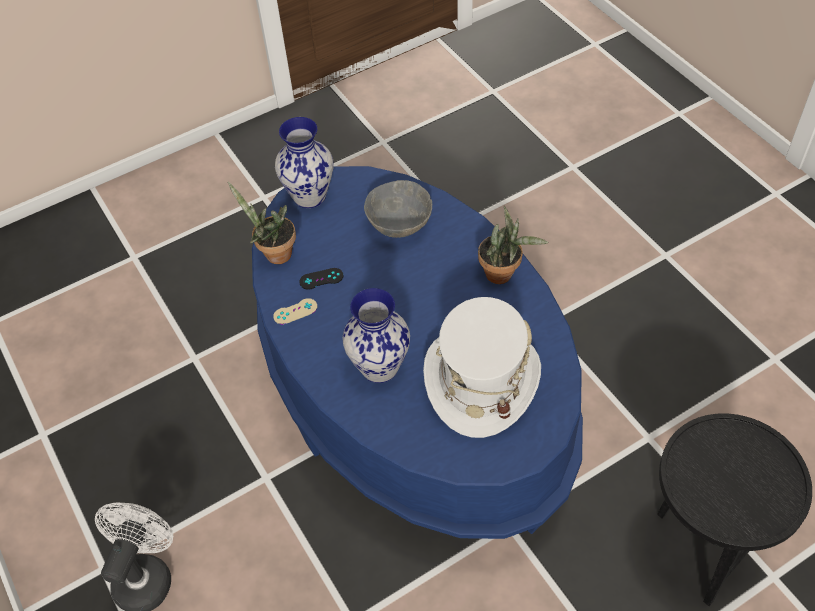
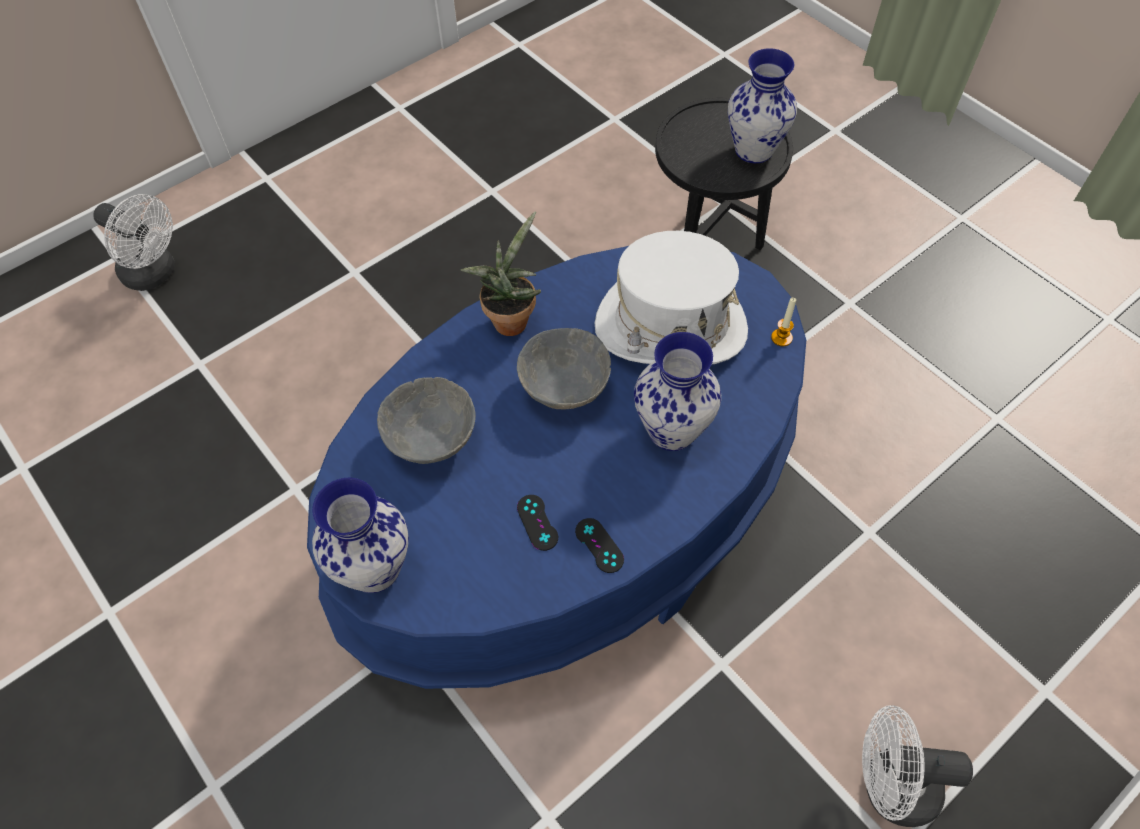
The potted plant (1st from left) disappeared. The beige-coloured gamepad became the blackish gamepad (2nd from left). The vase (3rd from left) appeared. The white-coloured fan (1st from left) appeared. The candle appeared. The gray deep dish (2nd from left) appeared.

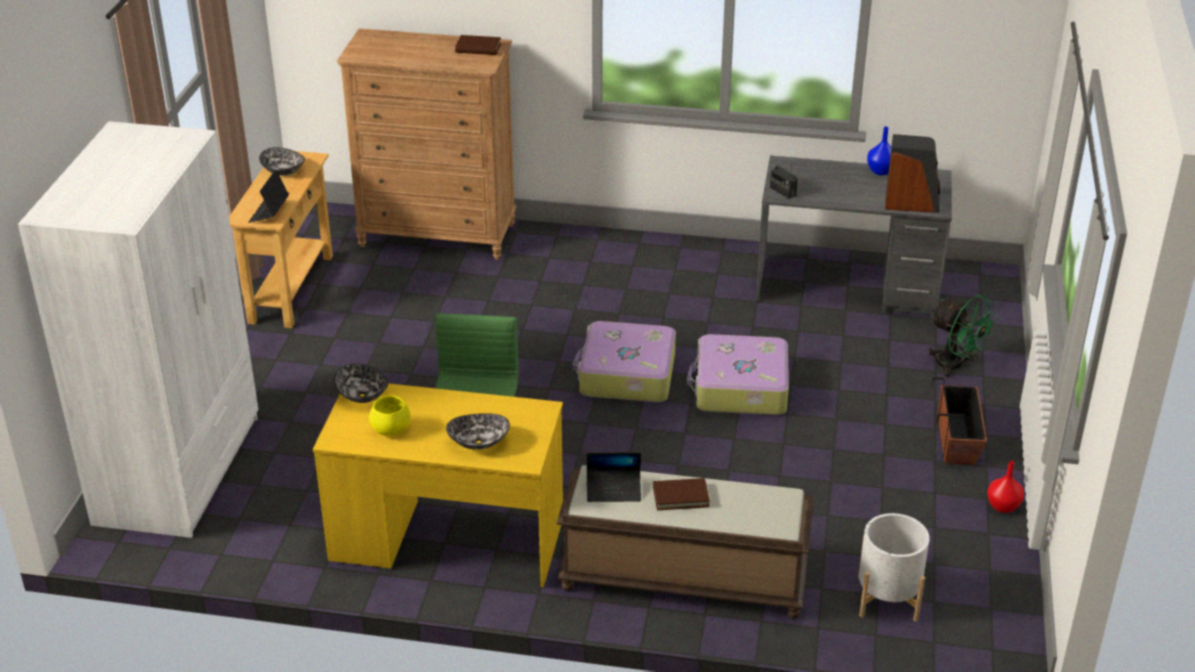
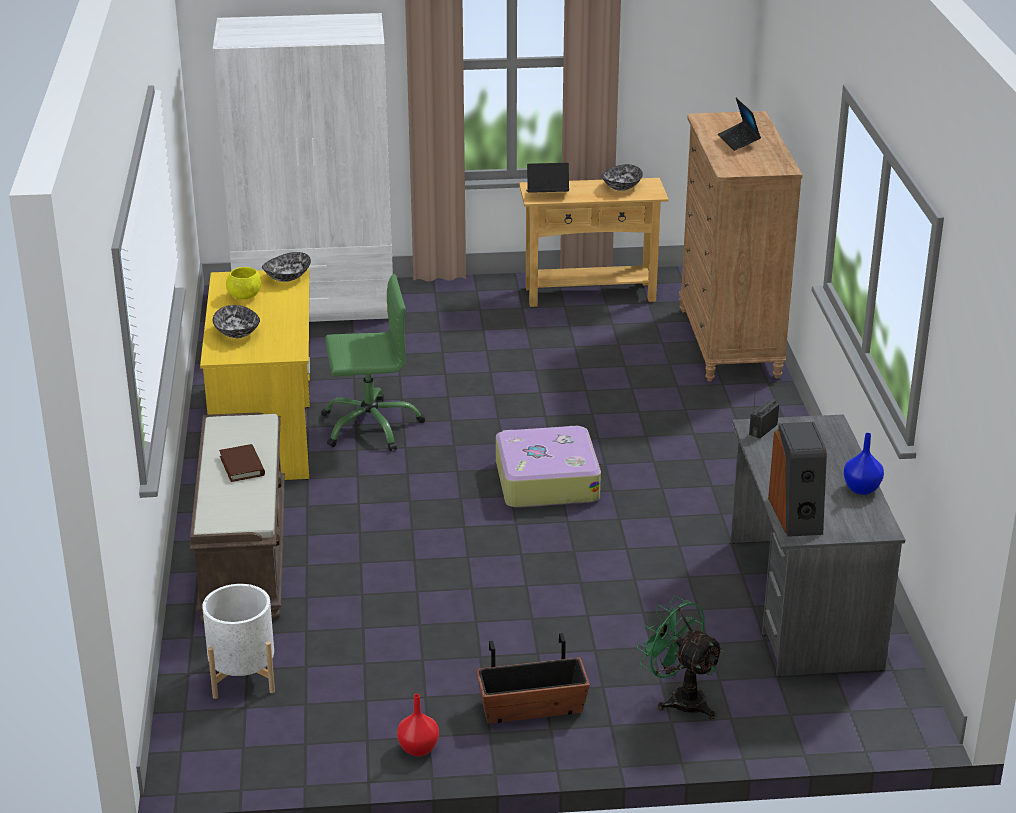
The brown volume (1st from left) disappeared. The green-coloured fan turned 105 degrees clockwise. The suitcase (2nd from left) disappeared. The laptop (2nd from left) moved.

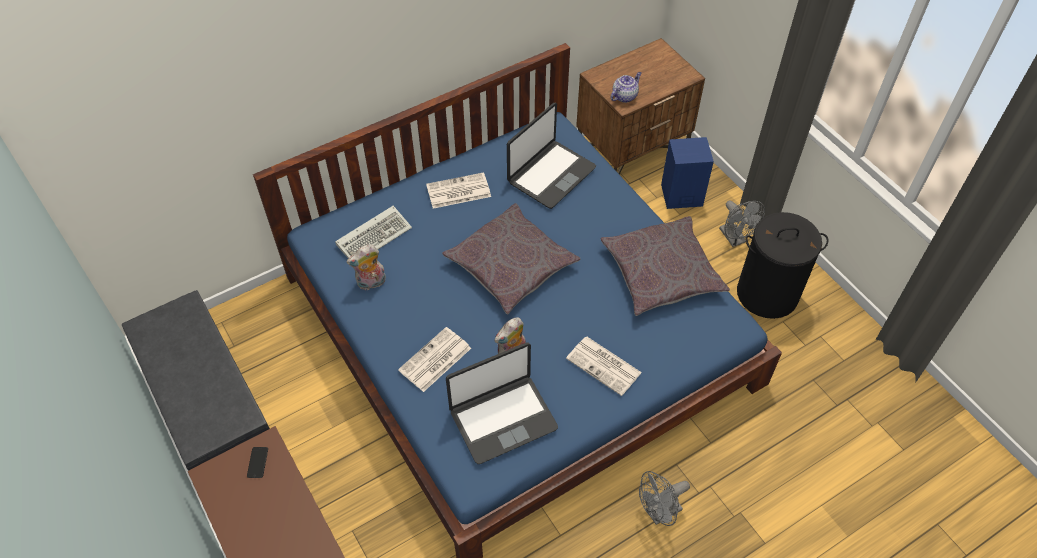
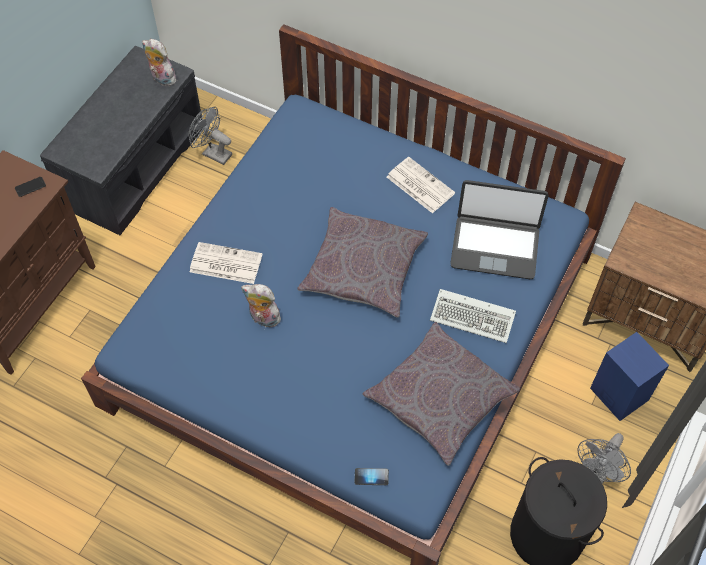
The tea pot disappeared. The computer keyboard moved. The cuddly toy (1st from left) moved. The printed paper (3rd from left) disappeared. The laptop (1st from left) disappeared. The gray fan (1st from left) moved. The telephone (2nd from left) appeared.

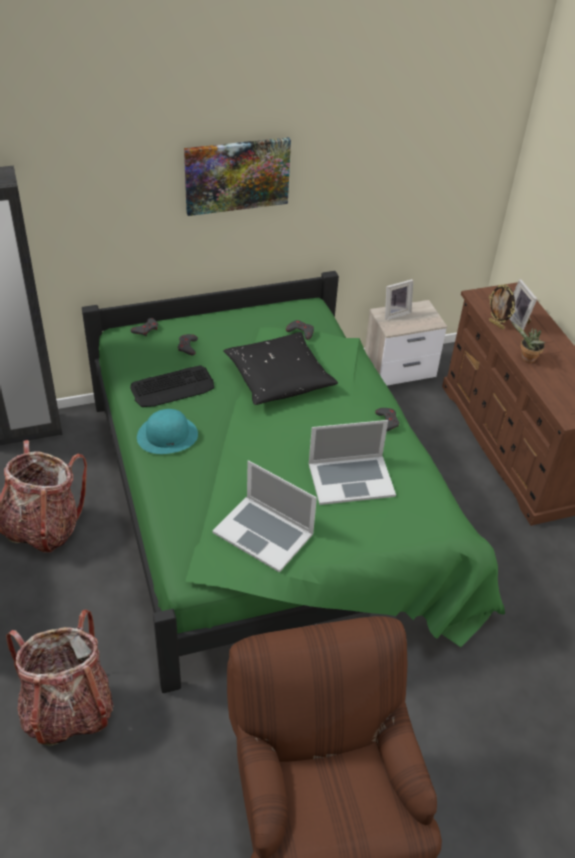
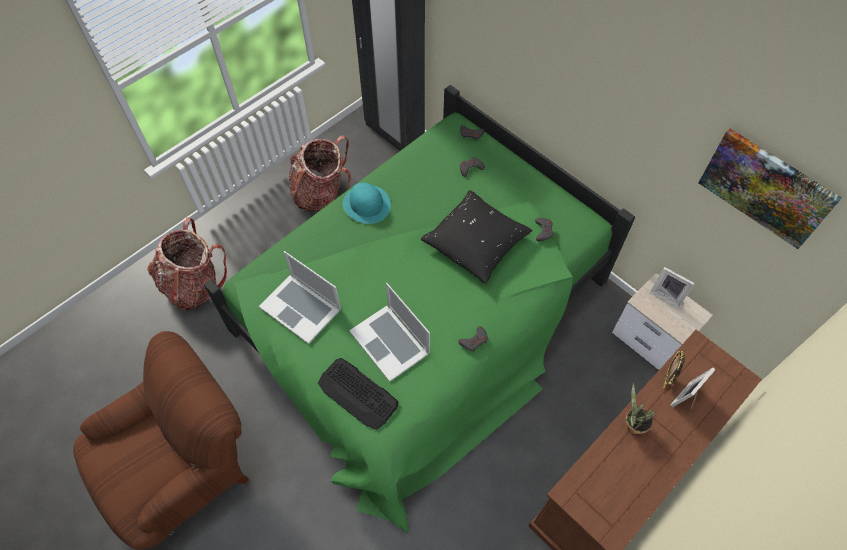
The wall picture moved. The computer keyboard moved. The laptop (1st from left) turned 60 degrees counterclockwise.

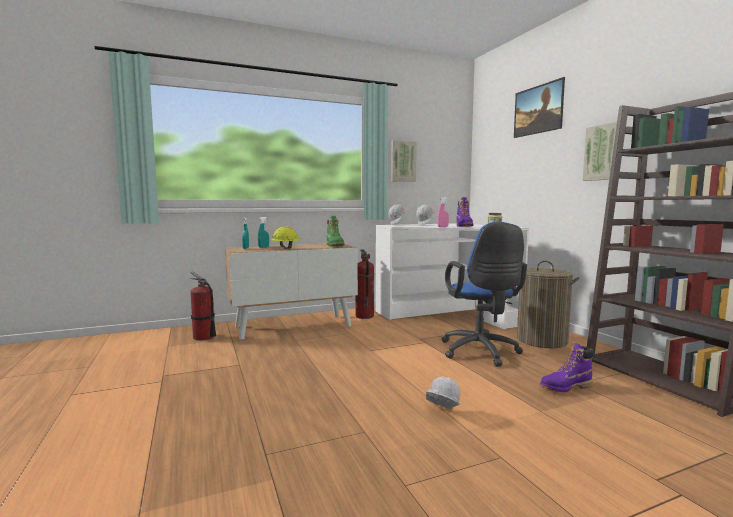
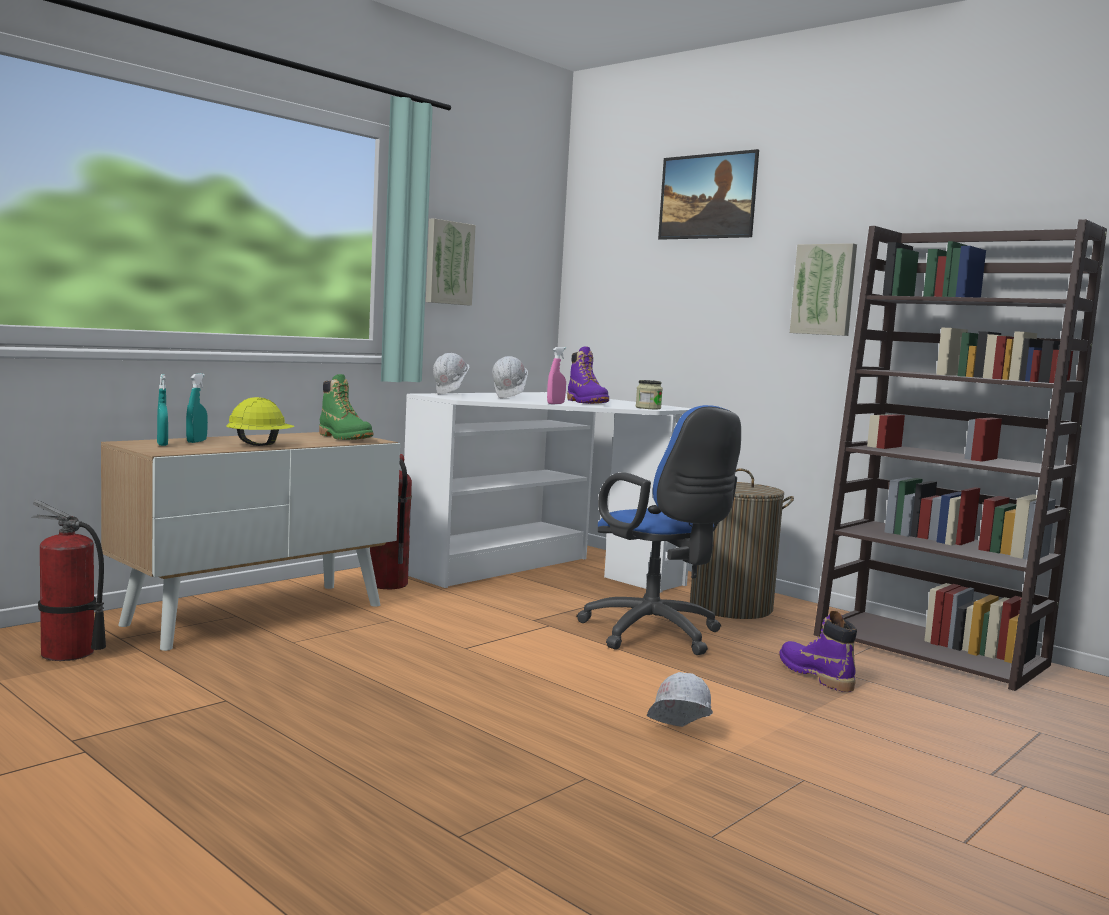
The purple-coloured tall boot (2nd from left) turned 105 degrees clockwise.

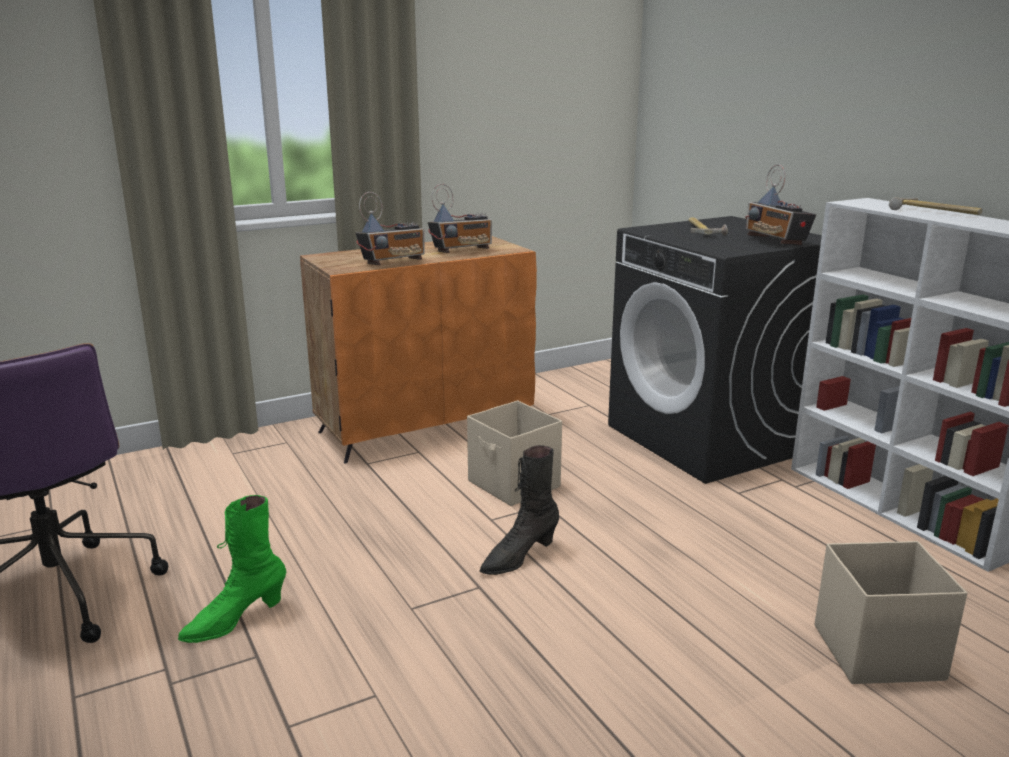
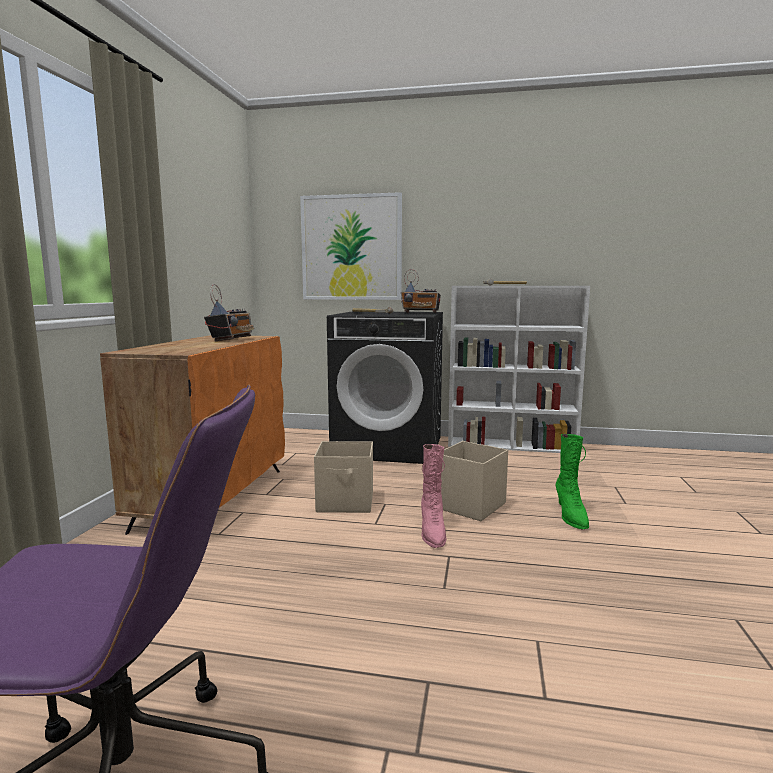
The radio set (1st from left) disappeared. The blackish tall boot became the pink tall boot. The green-coloured tall boot moved. The beige-coloured storage bin (2nd from left) moved. The wall picture appeared.

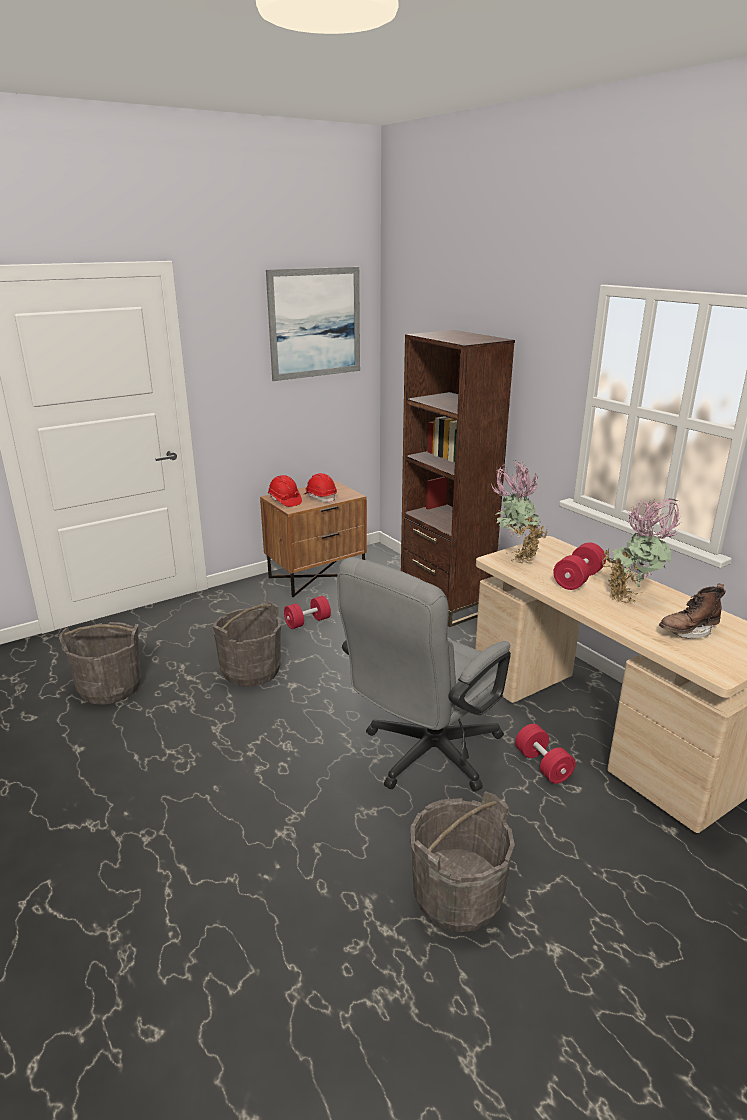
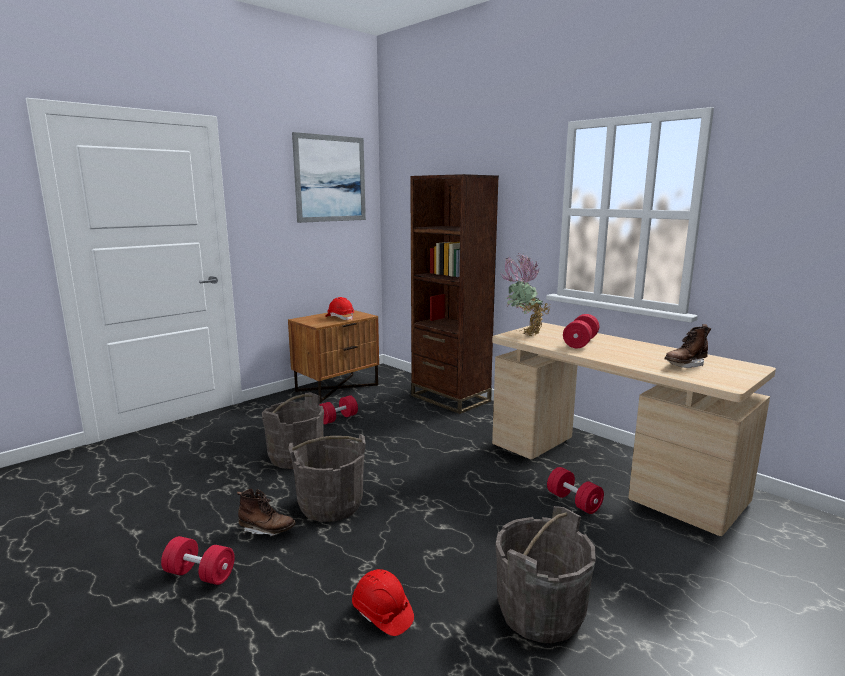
The red-coloured work helmet (1st from left in the first image) moved. The potted plant (2nd from left) disappeared. The gray computer chair disappeared. The gray bucket (1st from left in the first image) moved. The brown tall boot (1st from left) appeared. The red-coloured hand weight (1st from left) appeared.

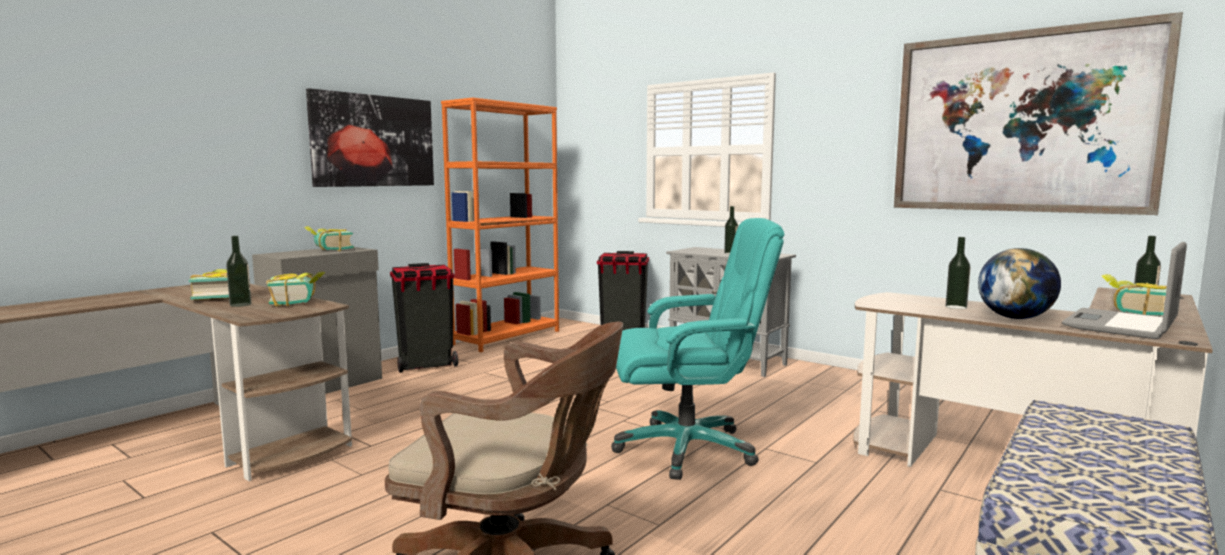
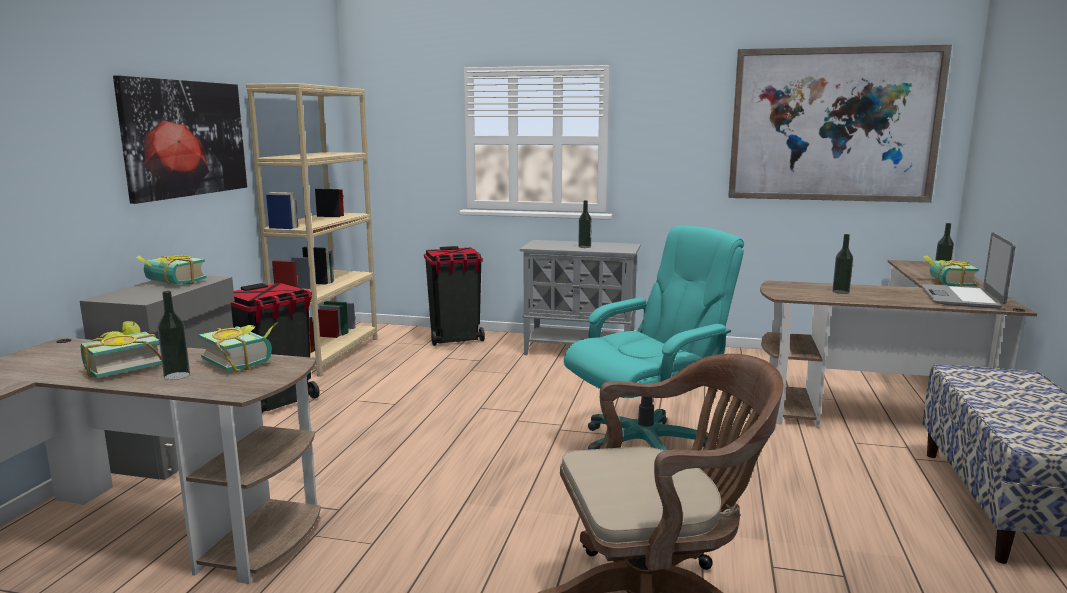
The orange shelving unit became the beige-coloured shelving unit. The world globe disappeared.

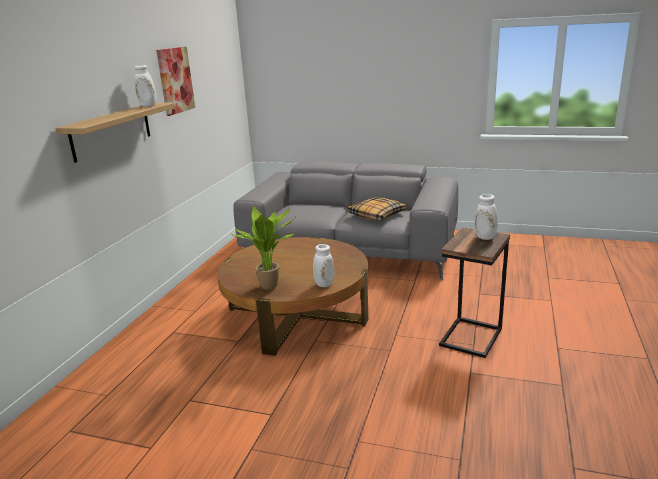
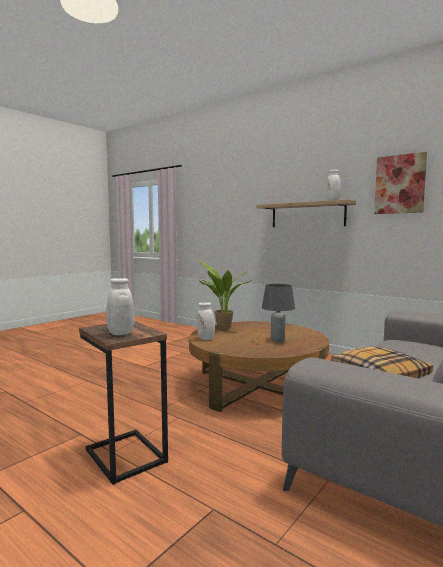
The gray tabletop lamp appeared.

